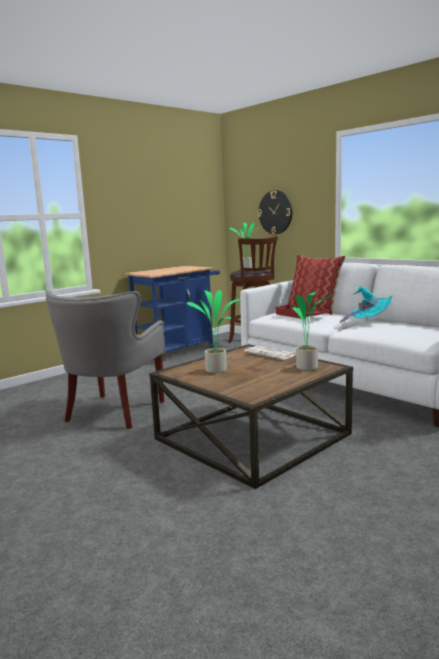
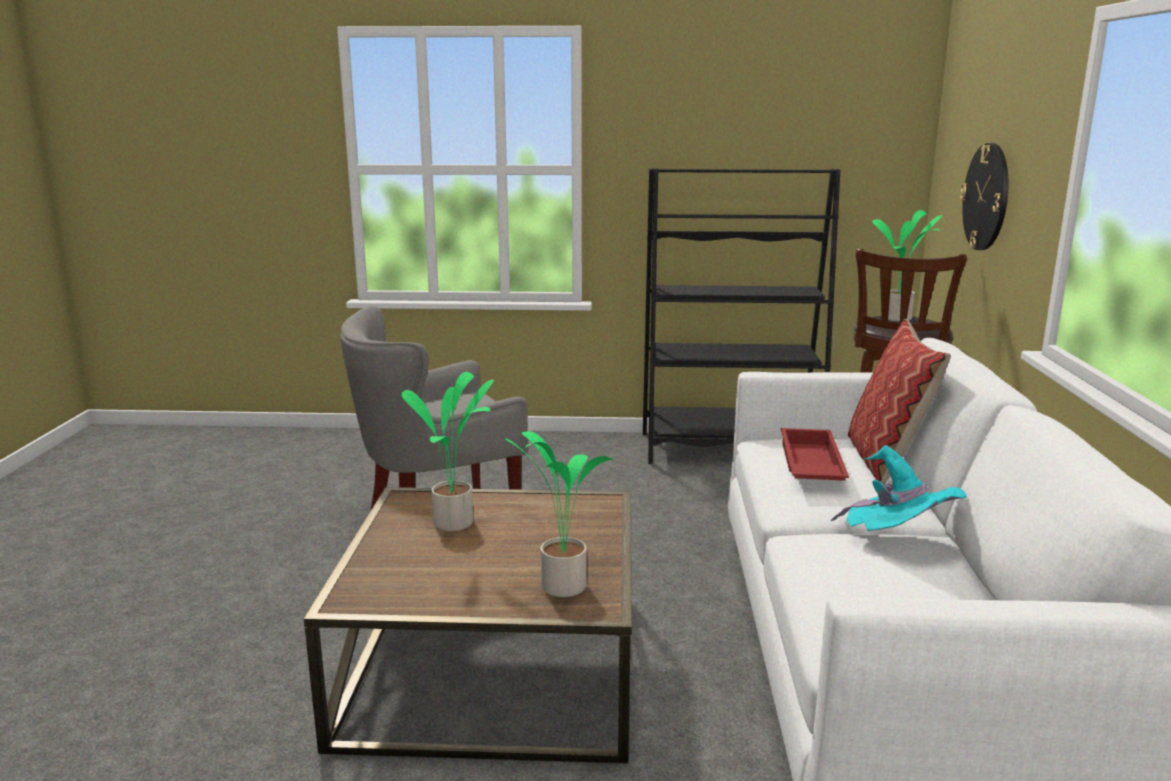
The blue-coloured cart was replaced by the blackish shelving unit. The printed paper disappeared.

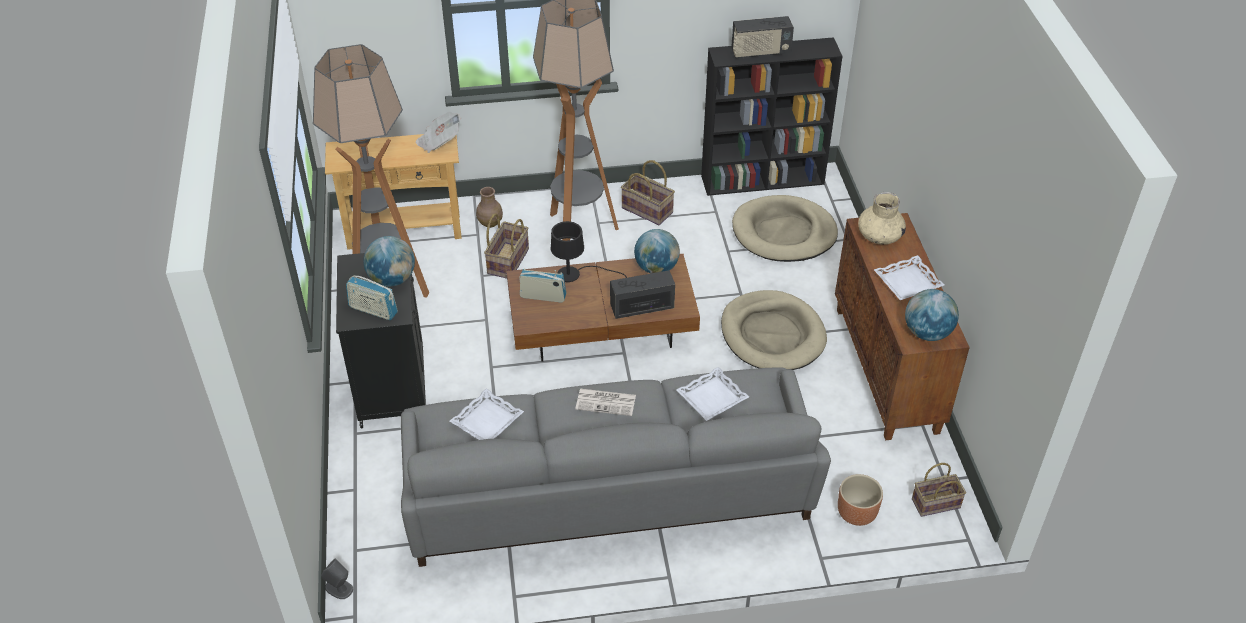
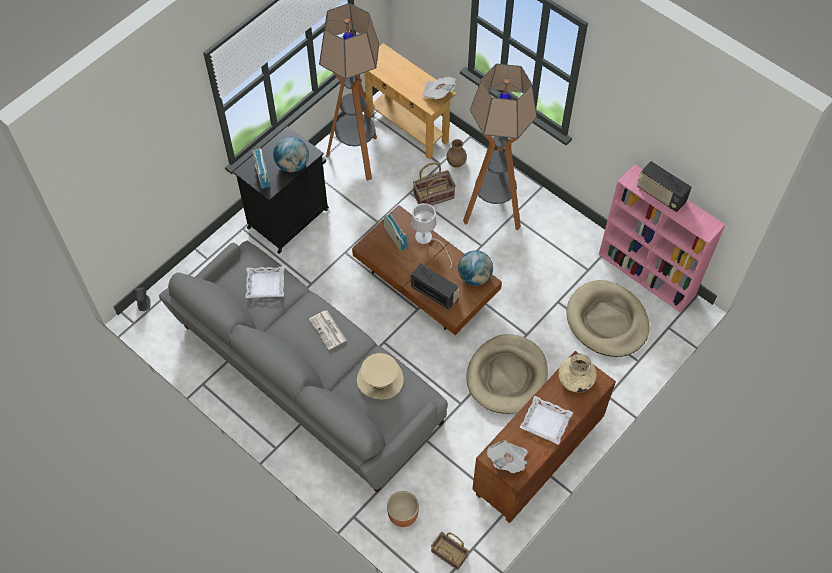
The blackish shelving unit became the pink shelving unit. The storage basket (2nd from left) disappeared. The blackish tabletop lamp became the white-coloured tabletop lamp. The world globe (3rd from left) was replaced by the printed paper (3rd from left). The white-coloured tray (2nd from left) was replaced by the beige-coloured clothing hat.

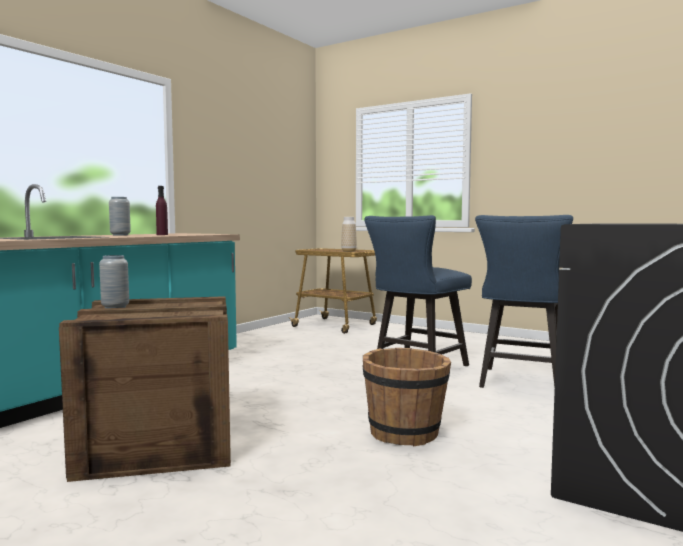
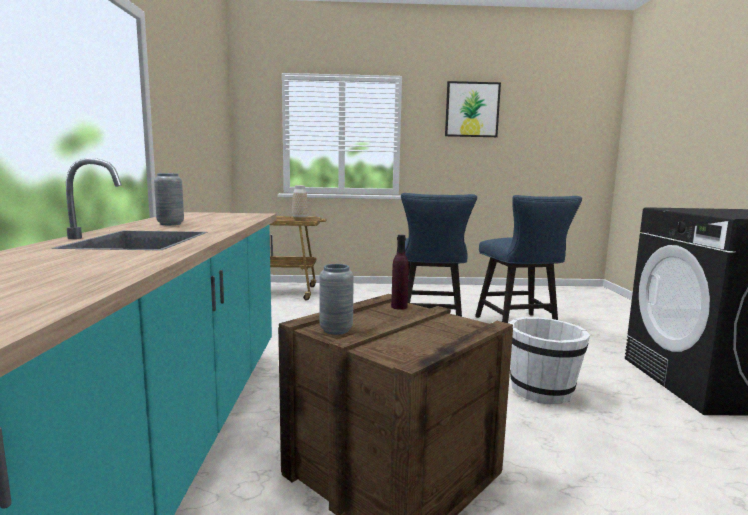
The purple-coloured bottle moved. The brown bucket became the white-coloured bucket. The wall picture appeared.

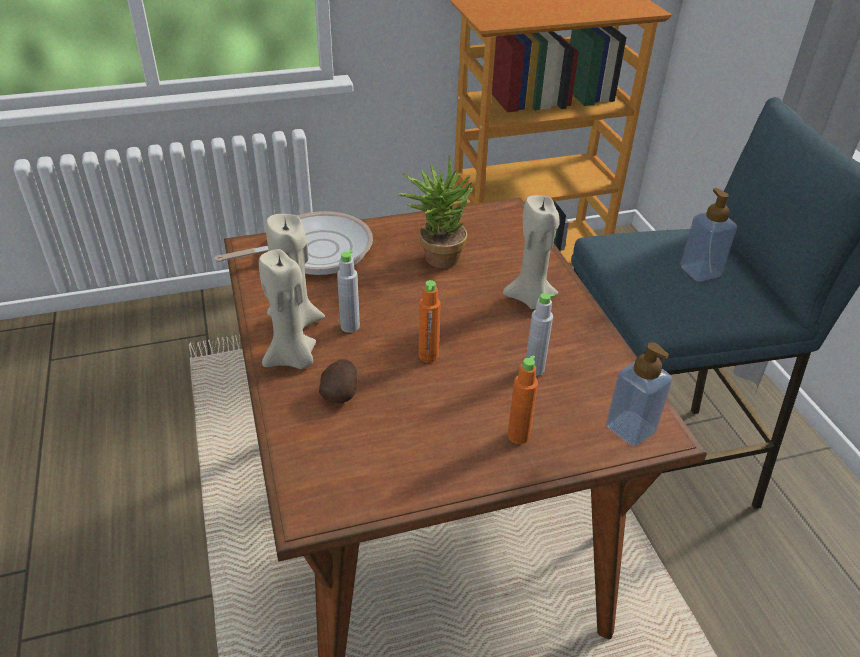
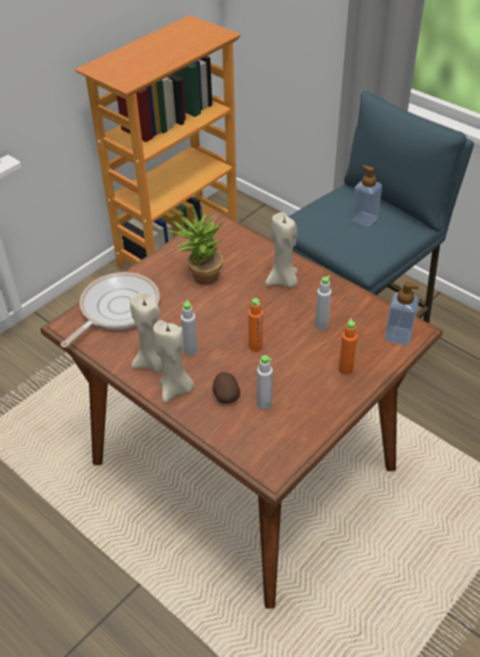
The gray bottle (2nd from left) appeared.

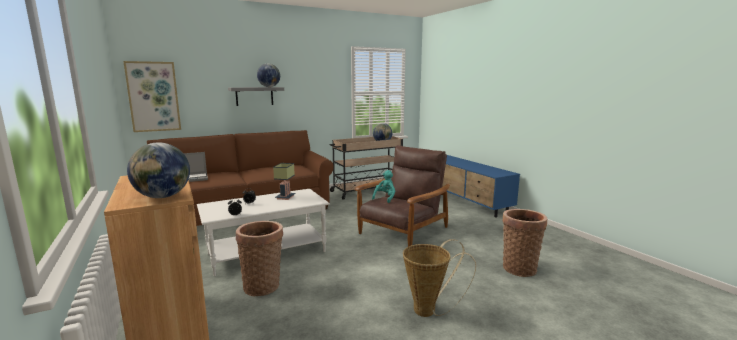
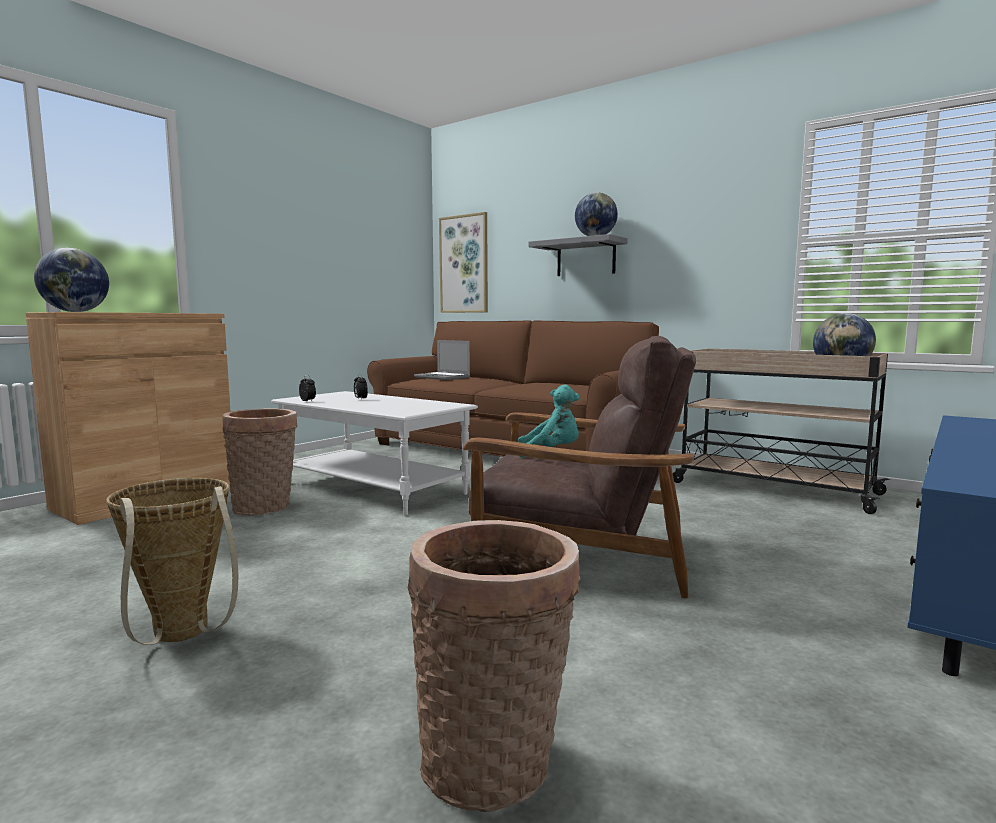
The tabletop lamp disappeared.

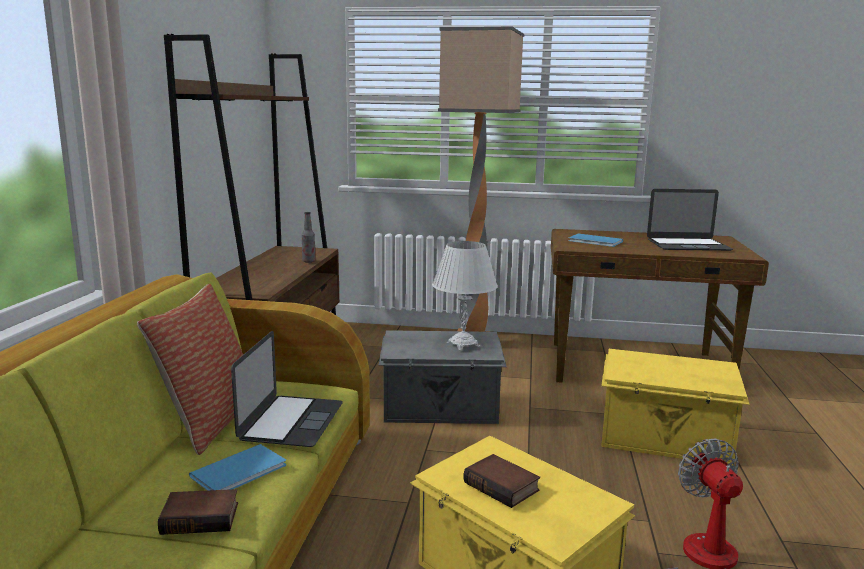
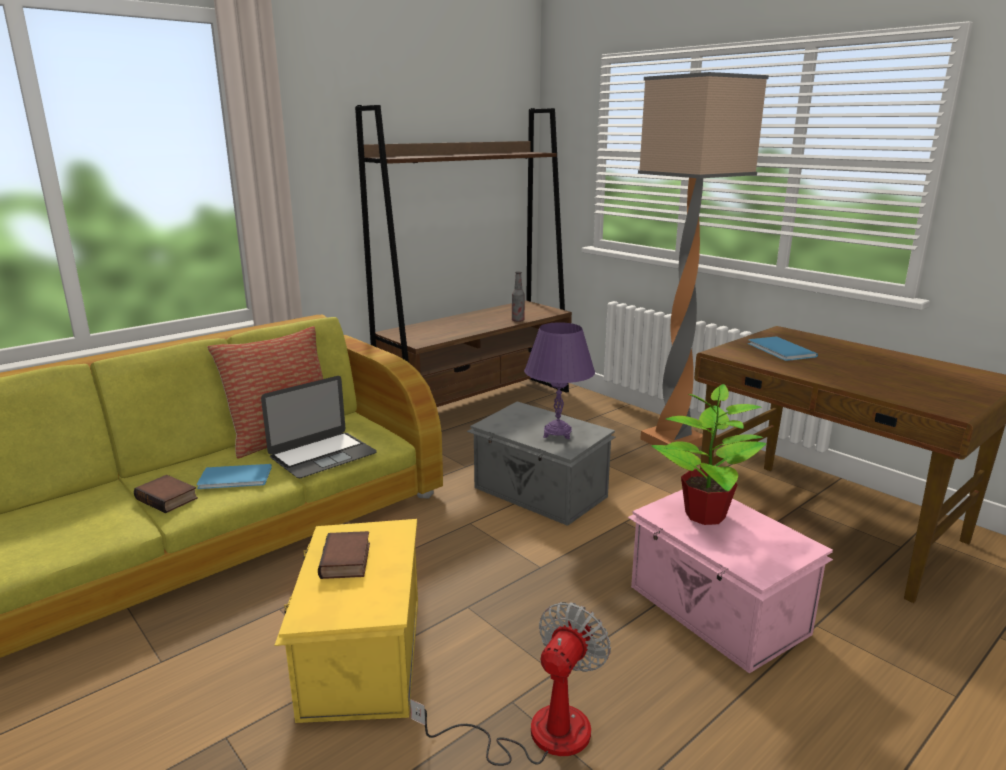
The laptop (2nd from left) disappeared. The white-coloured tabletop lamp became the purple-coloured tabletop lamp. The yellow storage bin (2nd from left) became the pink storage bin. The potted plant appeared.

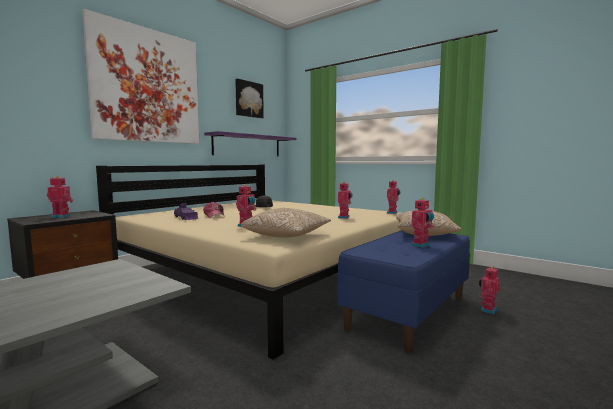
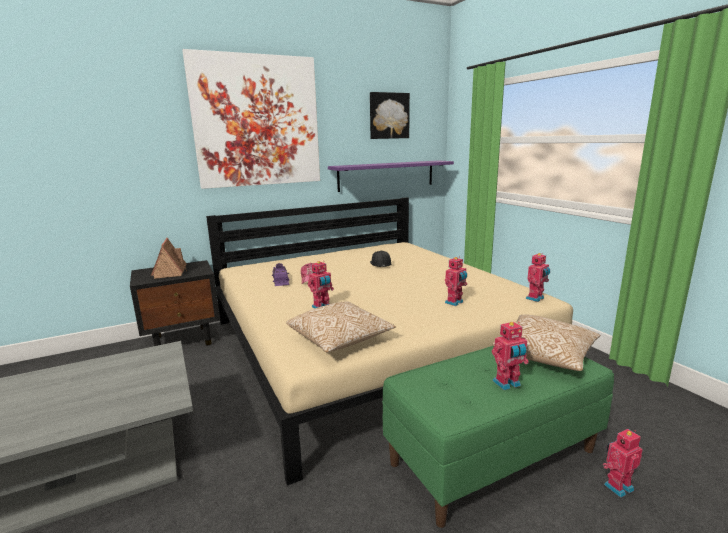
The model robot (1st from left) was replaced by the toy house. The blue-coloured long seat became the green-coloured long seat.

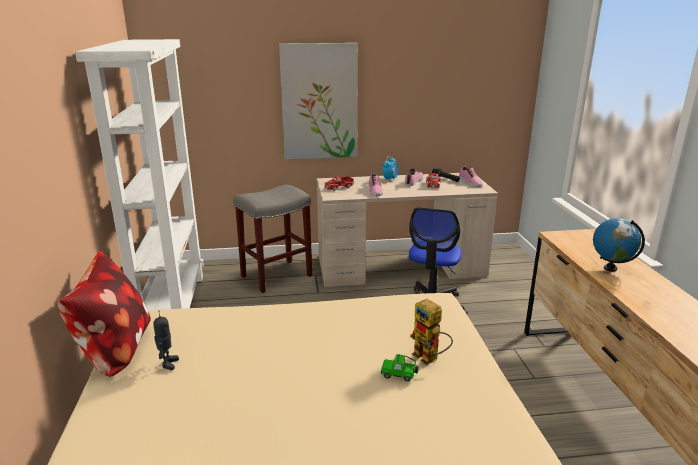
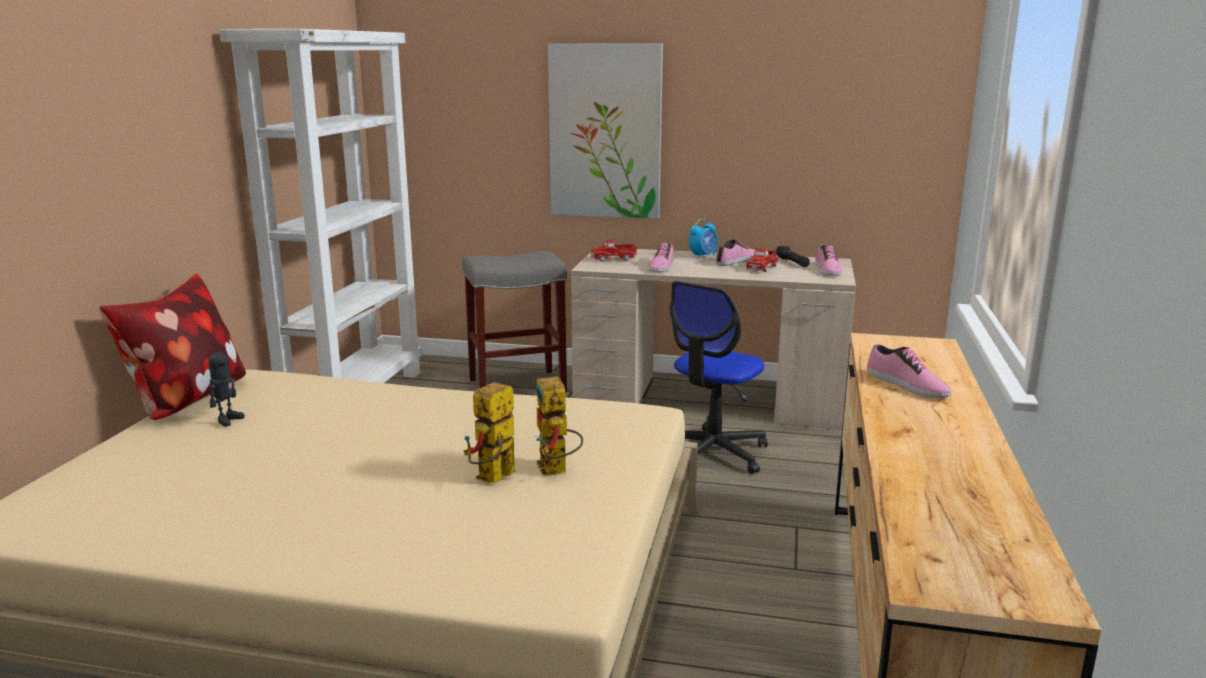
The world globe was replaced by the item of footwear (4th from left). The miniature car was replaced by the model robot (2nd from left).

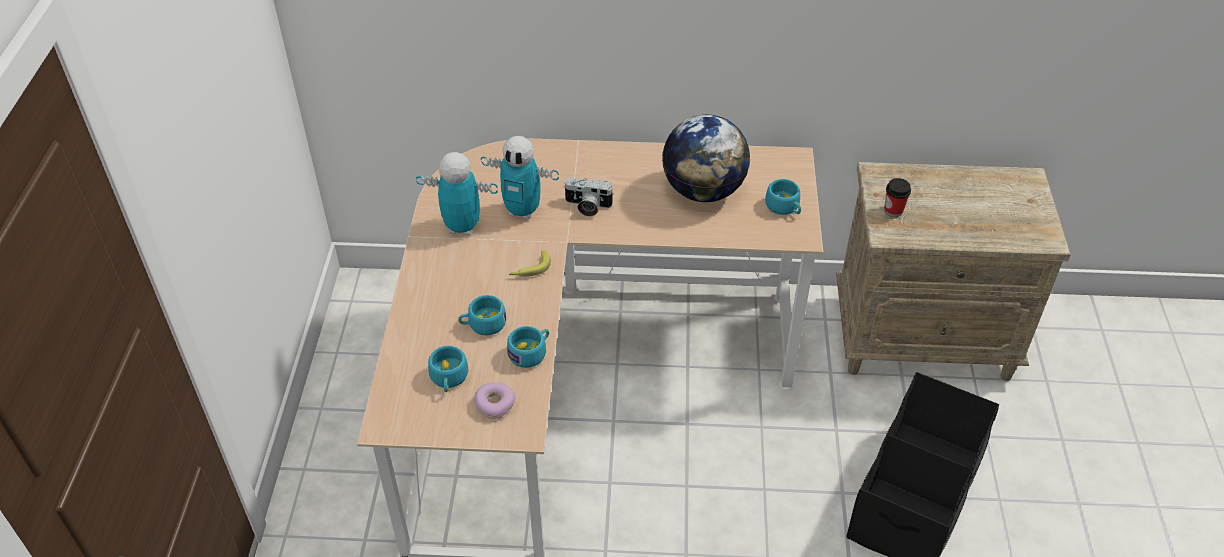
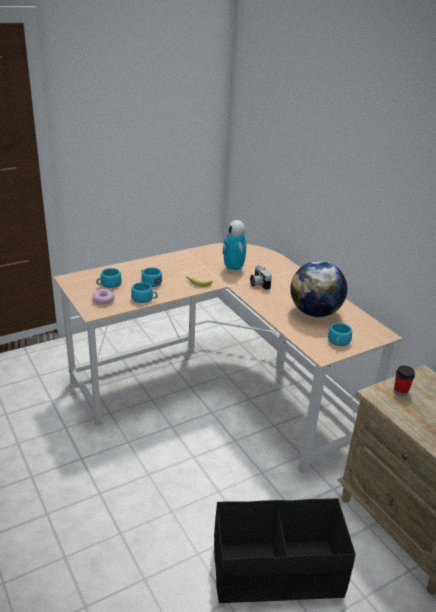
The model robot (1st from left) disappeared.

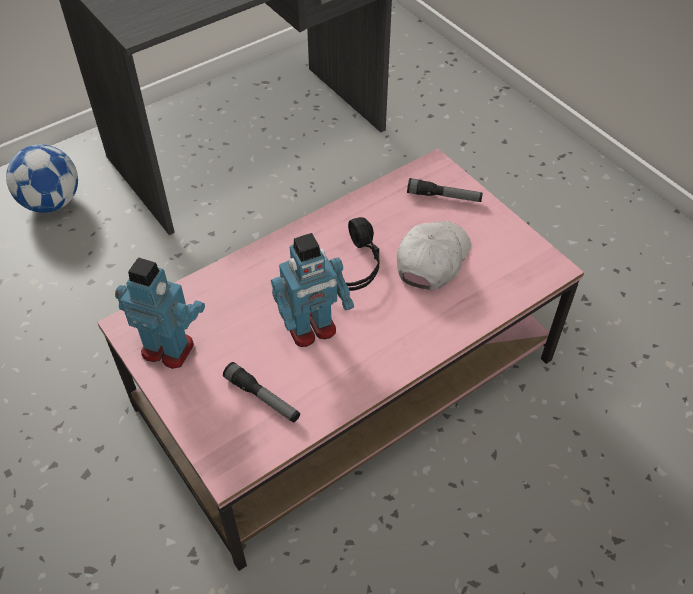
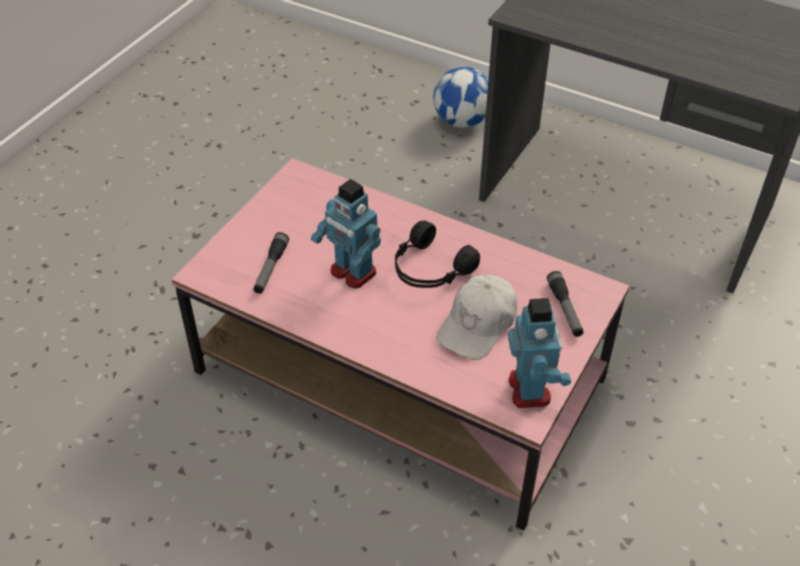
The white-coloured cap turned 120 degrees clockwise. The model robot (1st from left in the first image) moved.

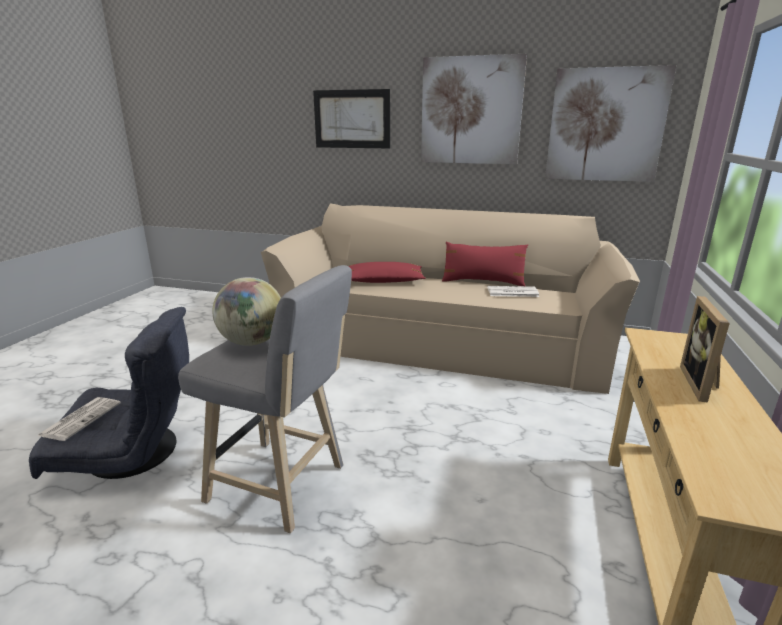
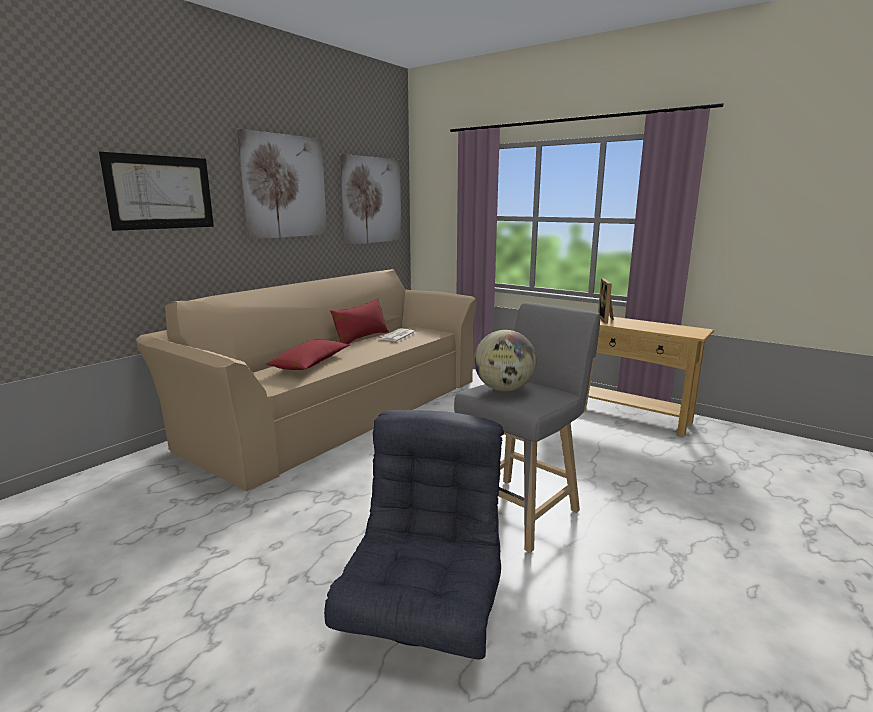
The photo frame turned 60 degrees clockwise. The printed paper (1st from left) disappeared.

